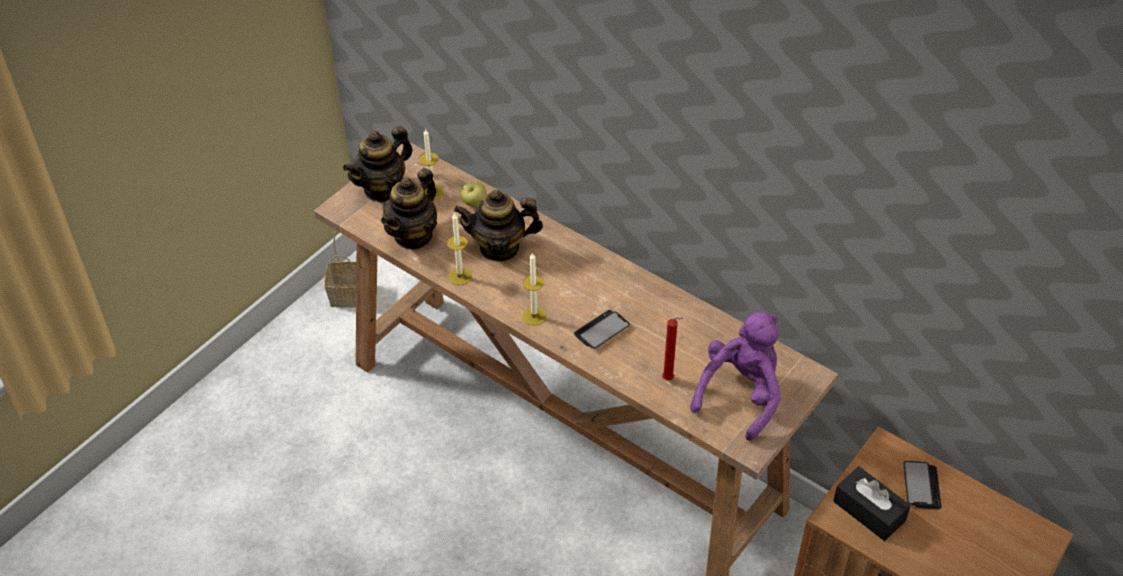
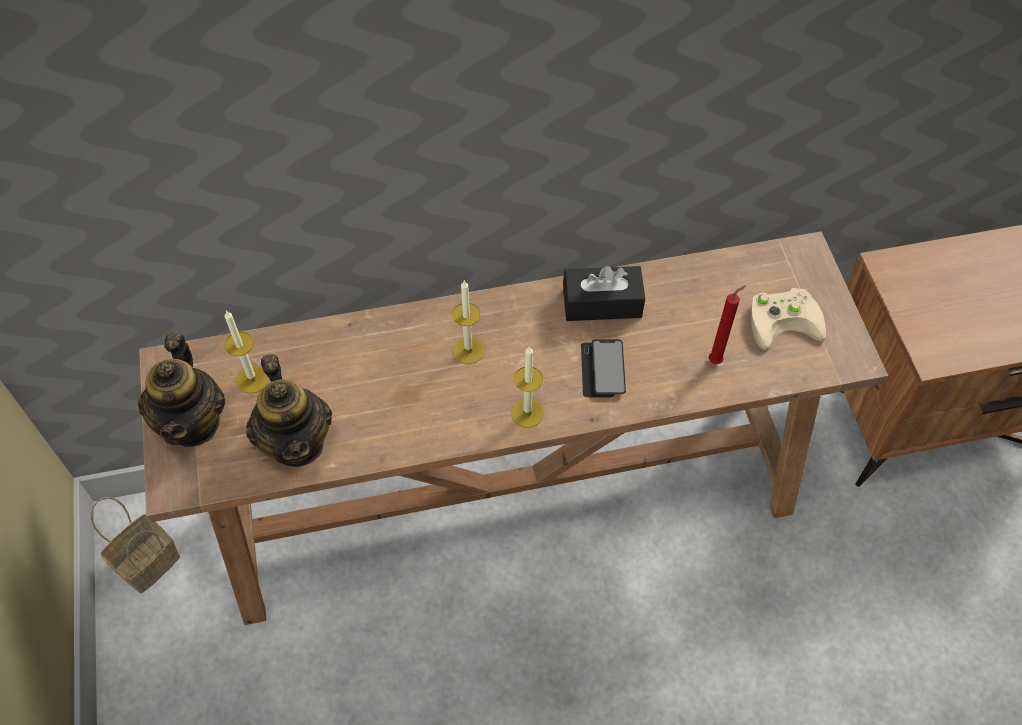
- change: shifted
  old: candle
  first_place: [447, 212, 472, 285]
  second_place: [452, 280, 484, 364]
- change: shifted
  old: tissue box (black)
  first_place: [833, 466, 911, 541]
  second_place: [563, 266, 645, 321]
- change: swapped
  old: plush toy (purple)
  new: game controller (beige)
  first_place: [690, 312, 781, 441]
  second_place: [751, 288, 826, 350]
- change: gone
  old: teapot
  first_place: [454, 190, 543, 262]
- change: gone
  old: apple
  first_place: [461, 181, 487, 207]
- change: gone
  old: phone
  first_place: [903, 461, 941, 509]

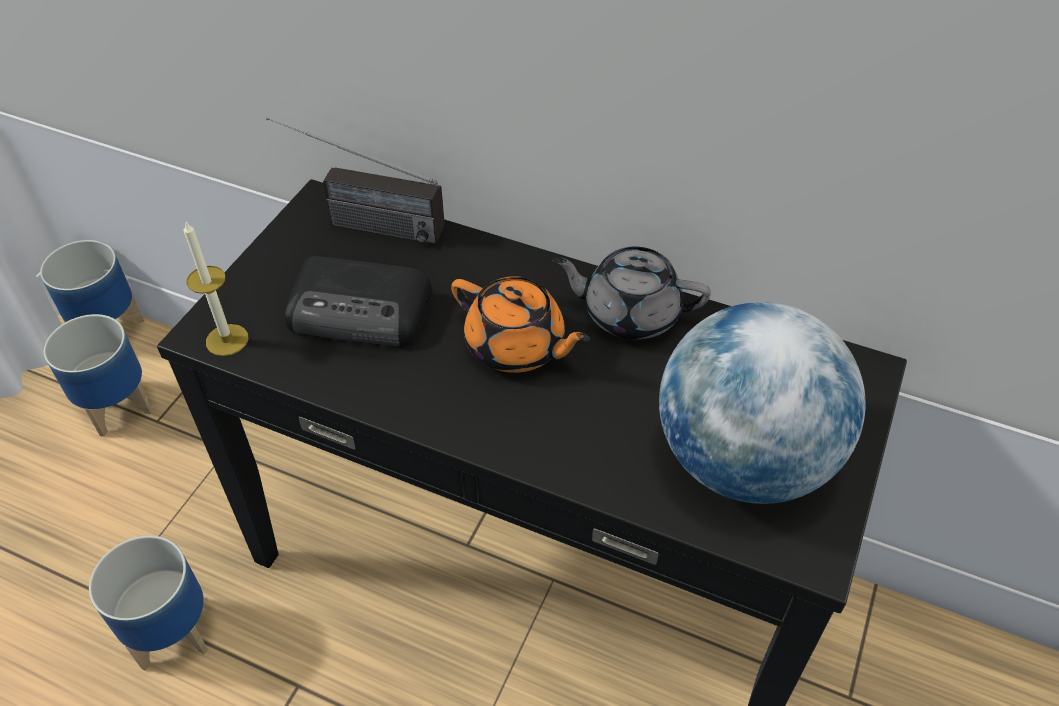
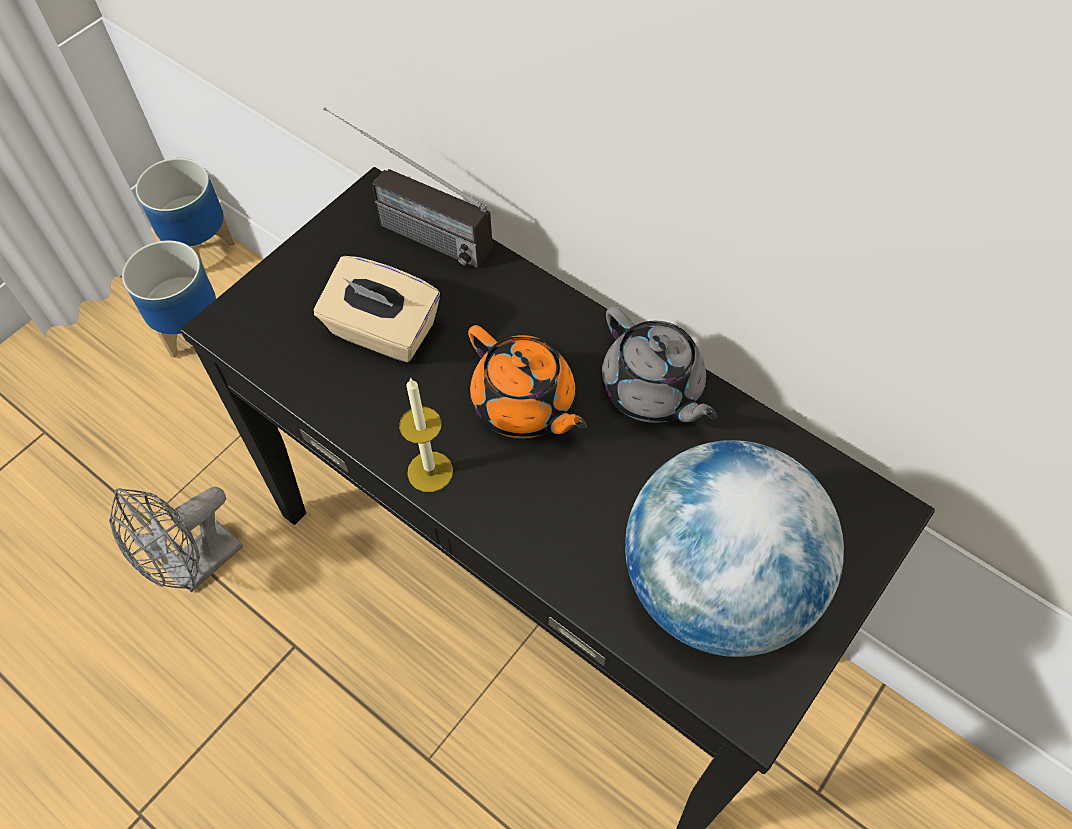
- change: swapped
  old: planter
  new: fan (grey)
  first_place: [89, 535, 208, 671]
  second_place: [109, 487, 243, 593]
- change: swapped
  old: radio
  new: tissue box (beige)
  first_place: [285, 256, 432, 347]
  second_place: [314, 256, 440, 362]
- change: shifted
  old: candle
  first_place: [184, 220, 248, 356]
  second_place: [399, 378, 453, 492]
- change: rotated
  old: teapot (grey)
  first_place: [553, 246, 711, 339]
  second_place: [601, 306, 717, 423]
  degrees: -150

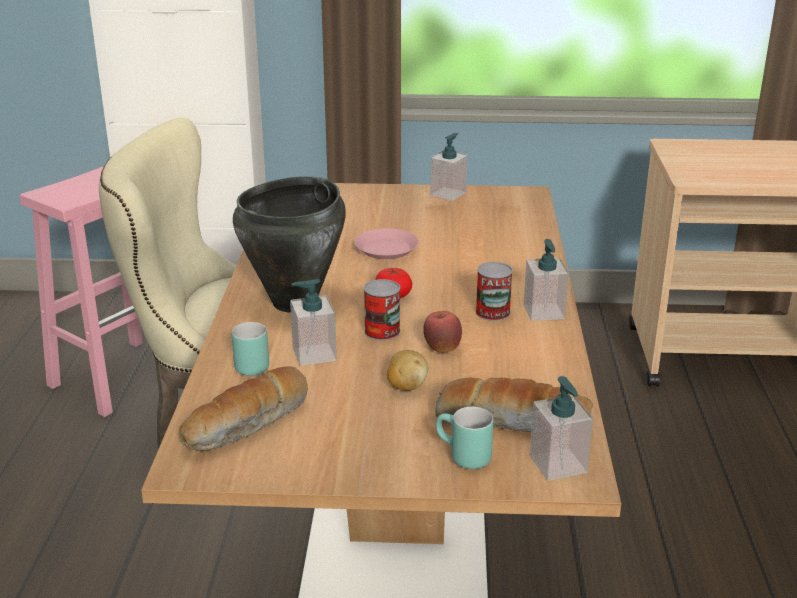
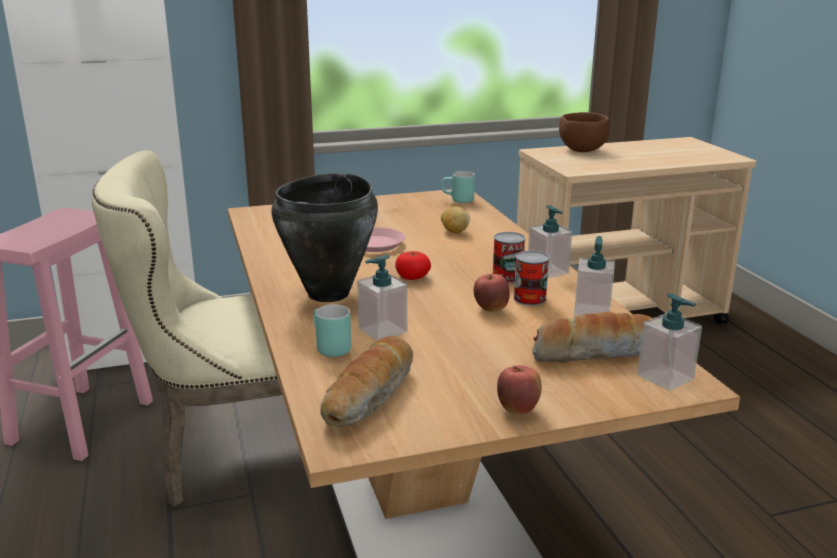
- change: shifted
  old: mug (turquoise)
  first_place: [436, 407, 493, 469]
  second_place: [441, 171, 475, 203]
- change: shifted
  old: potato
  first_place: [387, 350, 428, 391]
  second_place: [441, 206, 470, 233]
- change: new
  new: apple
  second_place: [497, 365, 542, 415]
- change: shifted
  old: can
  first_place: [364, 279, 400, 341]
  second_place: [513, 251, 549, 306]
- change: new
  new: bowl (brown)
  second_place: [559, 112, 610, 152]
- change: shifted
  old: soap dispenser
  first_place: [430, 133, 468, 201]
  second_place: [574, 236, 615, 317]

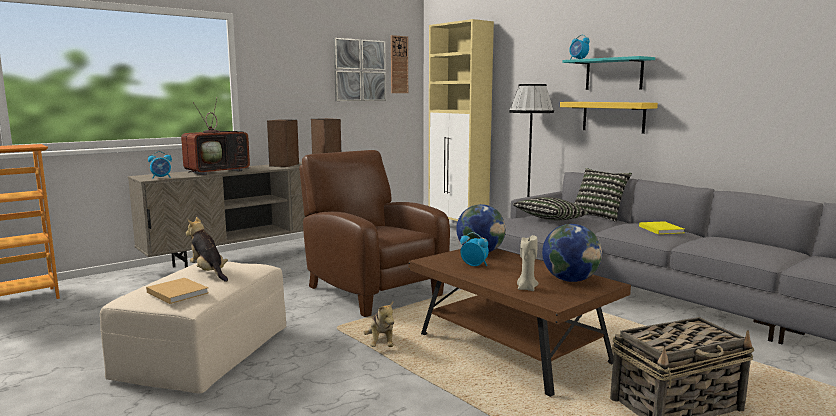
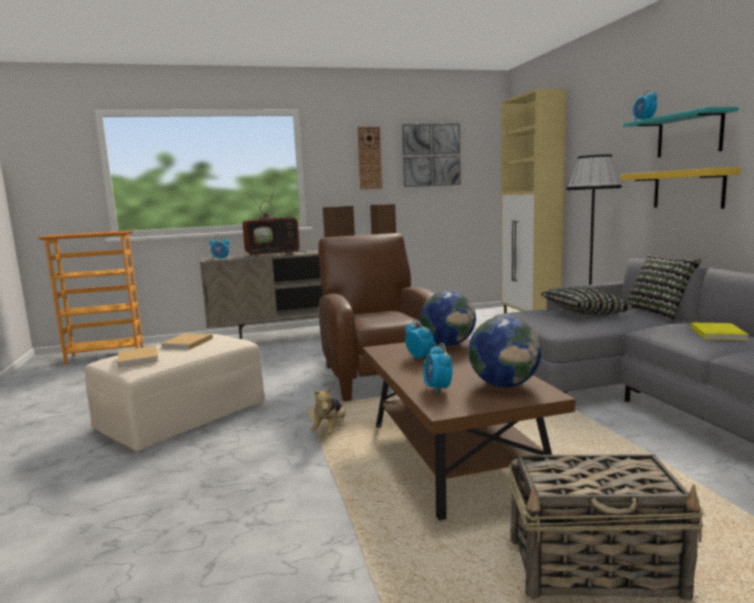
- change: swapped
  old: plush toy
  new: book (beige)
  first_place: [186, 217, 228, 282]
  second_place: [160, 333, 213, 350]
- change: shifted
  old: wall clock
  first_place: [391, 35, 408, 93]
  second_place: [357, 126, 382, 190]
- change: swapped
  old: candle (beige)
  new: alarm clock
  first_place: [517, 235, 538, 291]
  second_place: [423, 343, 453, 394]

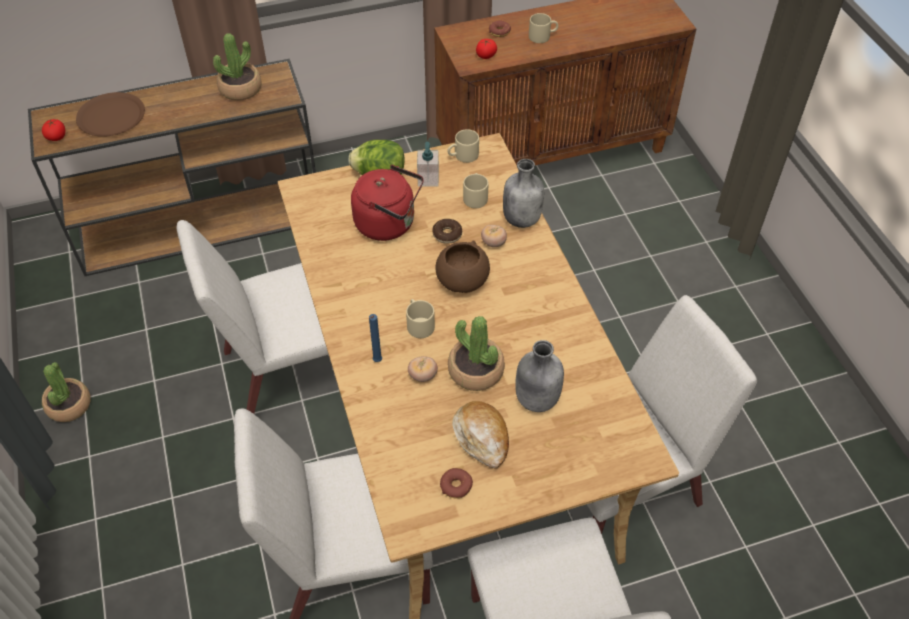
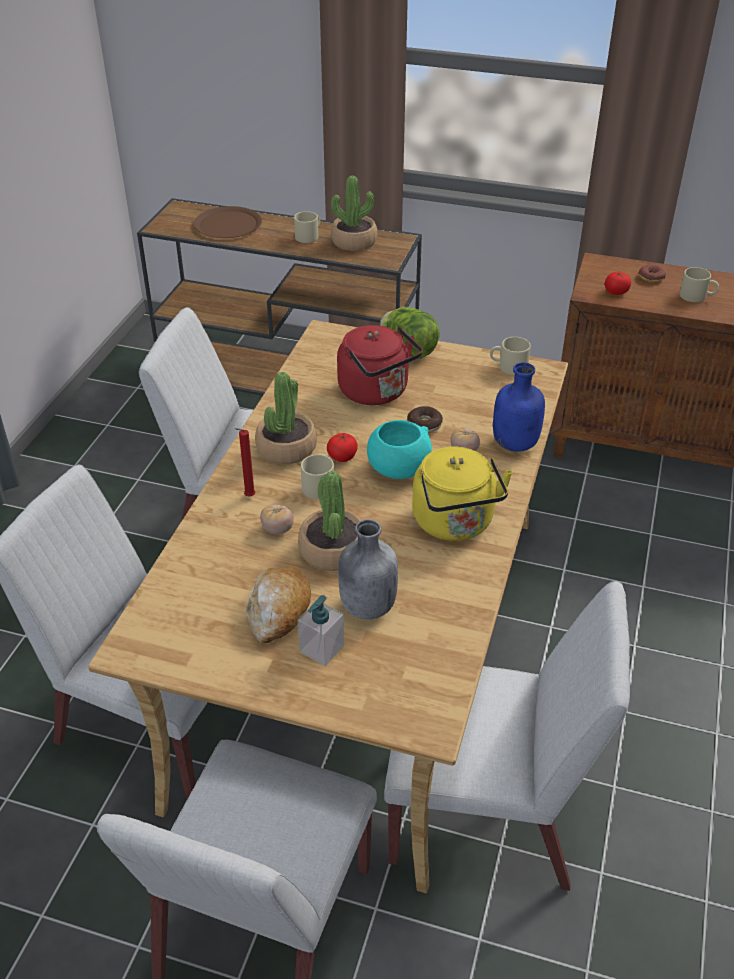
- change: repainted
  old: candle (blue)
  new: candle (red)
  first_place: [369, 314, 382, 362]
  second_place: [235, 428, 256, 496]
- change: shifted
  old: potted plant
  first_place: [42, 362, 91, 422]
  second_place: [255, 372, 317, 464]
- change: shifted
  old: mug (beige)
  first_place: [463, 173, 488, 208]
  second_place: [294, 211, 320, 243]
- change: shifted
  old: soap dispenser
  first_place: [417, 142, 439, 187]
  second_place: [297, 595, 344, 666]
- change: shifted
  old: tomato
  first_place: [42, 119, 65, 141]
  second_place: [327, 432, 358, 462]
- change: repainted
  old: bowl (brown)
  new: bowl (turquoise)
  first_place: [435, 240, 490, 293]
  second_place: [367, 420, 432, 479]
- change: new
  new: kettle (yellow)
  second_place: [412, 446, 513, 541]
- change: repainted
  old: bottle (grey)
  new: bottle (blue)
  first_place: [503, 159, 544, 228]
  second_place: [493, 362, 545, 451]
- change: gone
  old: donut
  first_place: [440, 468, 473, 499]

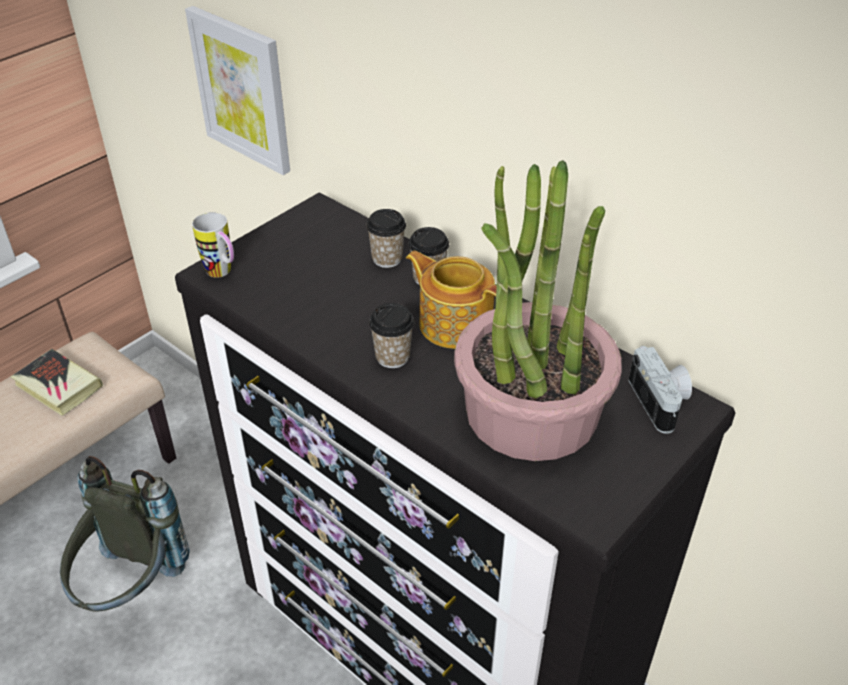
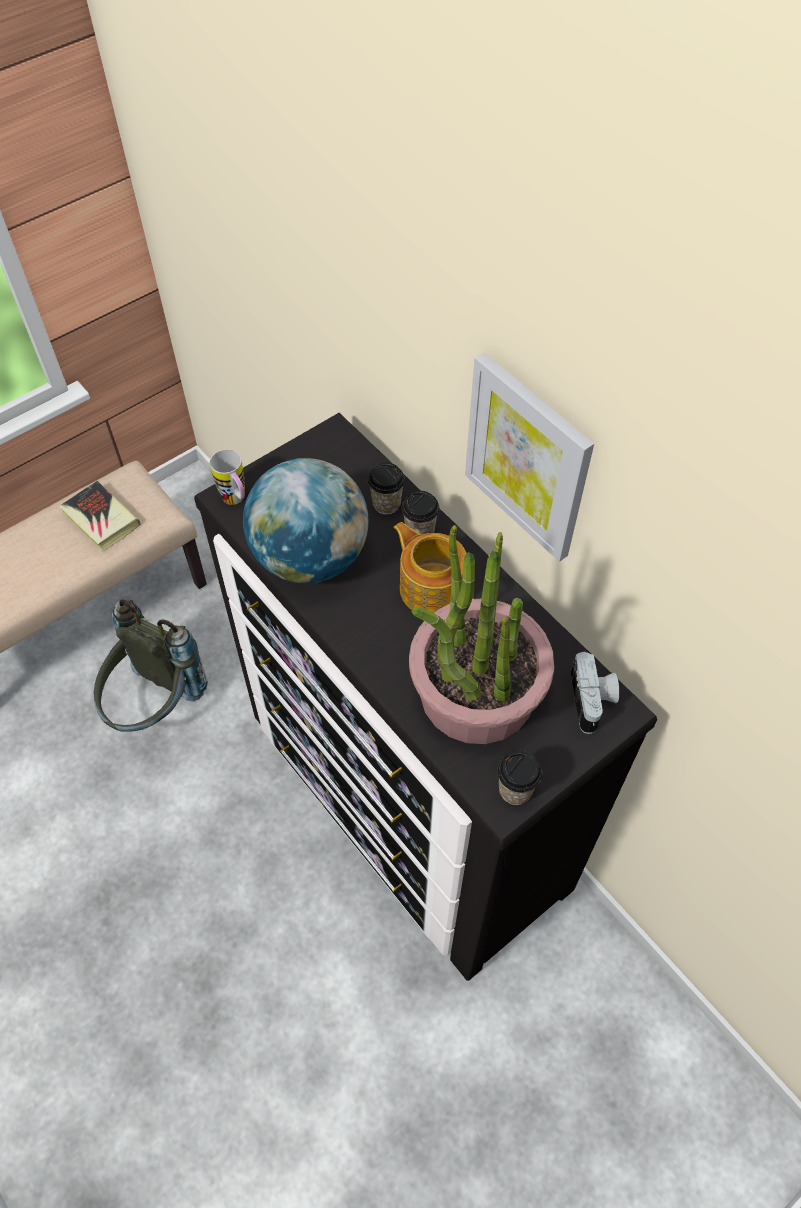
- change: new
  new: globe
  second_place: [243, 458, 368, 583]
- change: shifted
  old: picture
  first_place: [185, 6, 290, 175]
  second_place: [465, 353, 594, 562]
- change: shifted
  old: cup
  first_place: [369, 303, 414, 368]
  second_place: [498, 751, 542, 805]

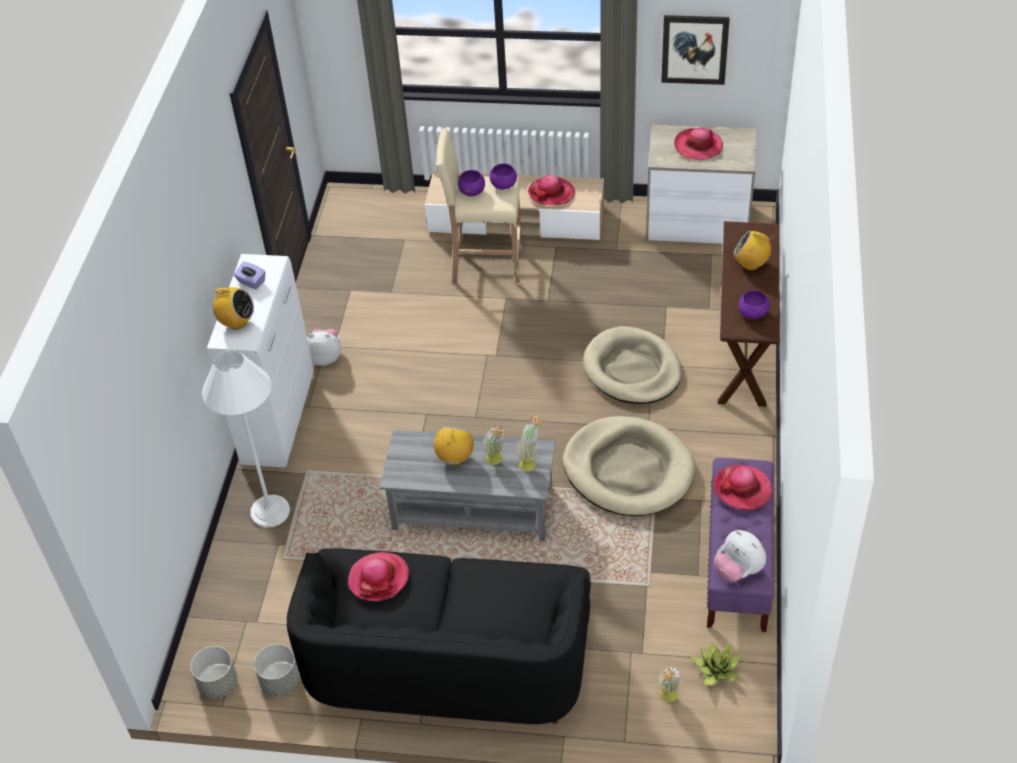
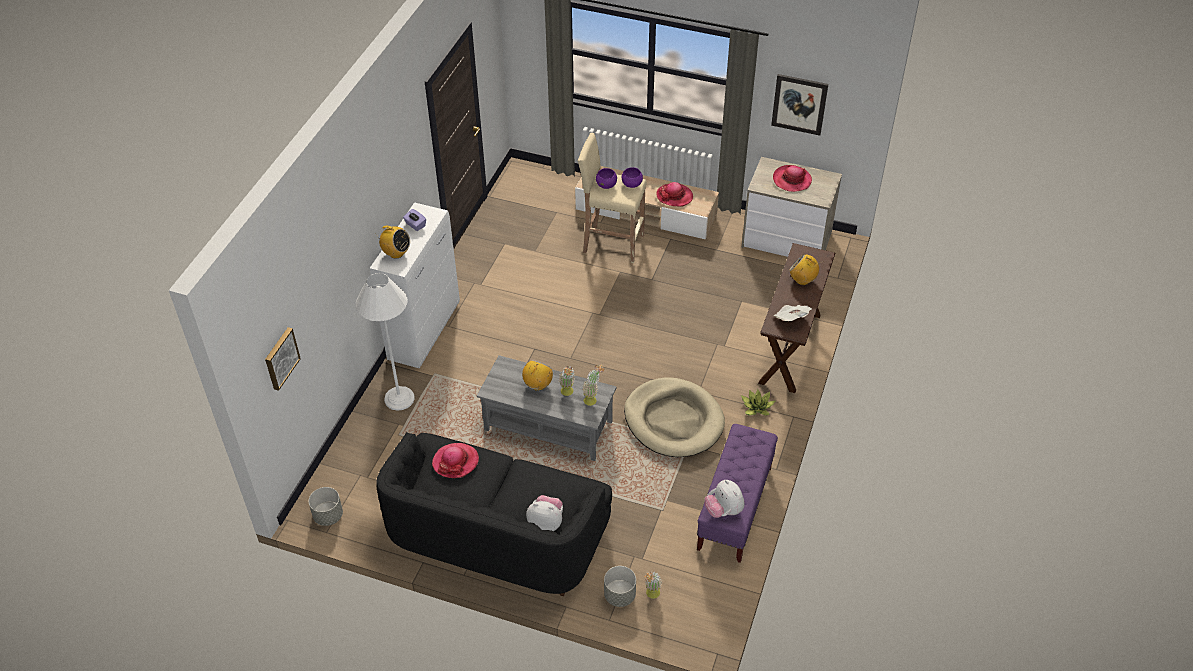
- change: new
  new: picture
  second_place: [265, 327, 301, 391]
- change: shifted
  old: plush toy
  first_place: [307, 329, 341, 366]
  second_place: [526, 495, 563, 531]
- change: shifted
  old: planter (grey)
  first_place: [254, 644, 300, 696]
  second_place: [604, 566, 636, 607]
- change: shifted
  old: potted plant
  first_place: [691, 642, 742, 686]
  second_place: [741, 389, 775, 416]
- change: swapped
  old: bowl (purple)
  new: newspaper
  first_place: [739, 290, 770, 319]
  second_place: [774, 305, 812, 321]
- change: gone
  old: dog bed (beige)
  first_place: [583, 326, 682, 404]
- change: gone
  old: hat
  first_place: [713, 464, 772, 510]

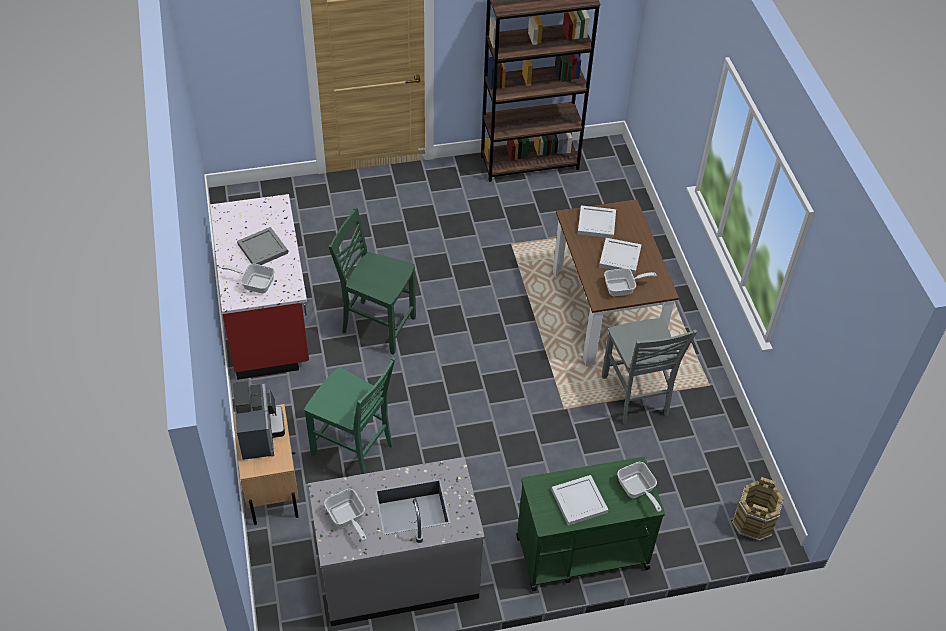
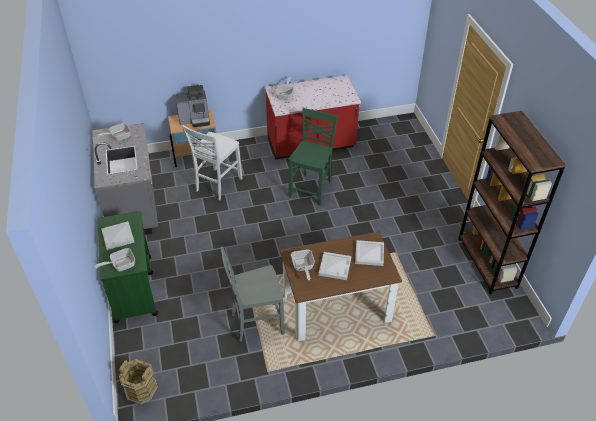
- change: repainted
  old: chair (green)
  new: chair (white)
  first_place: [304, 357, 396, 474]
  second_place: [182, 125, 242, 200]
- change: gone
  old: tray (grey)
  first_place: [237, 227, 288, 265]

